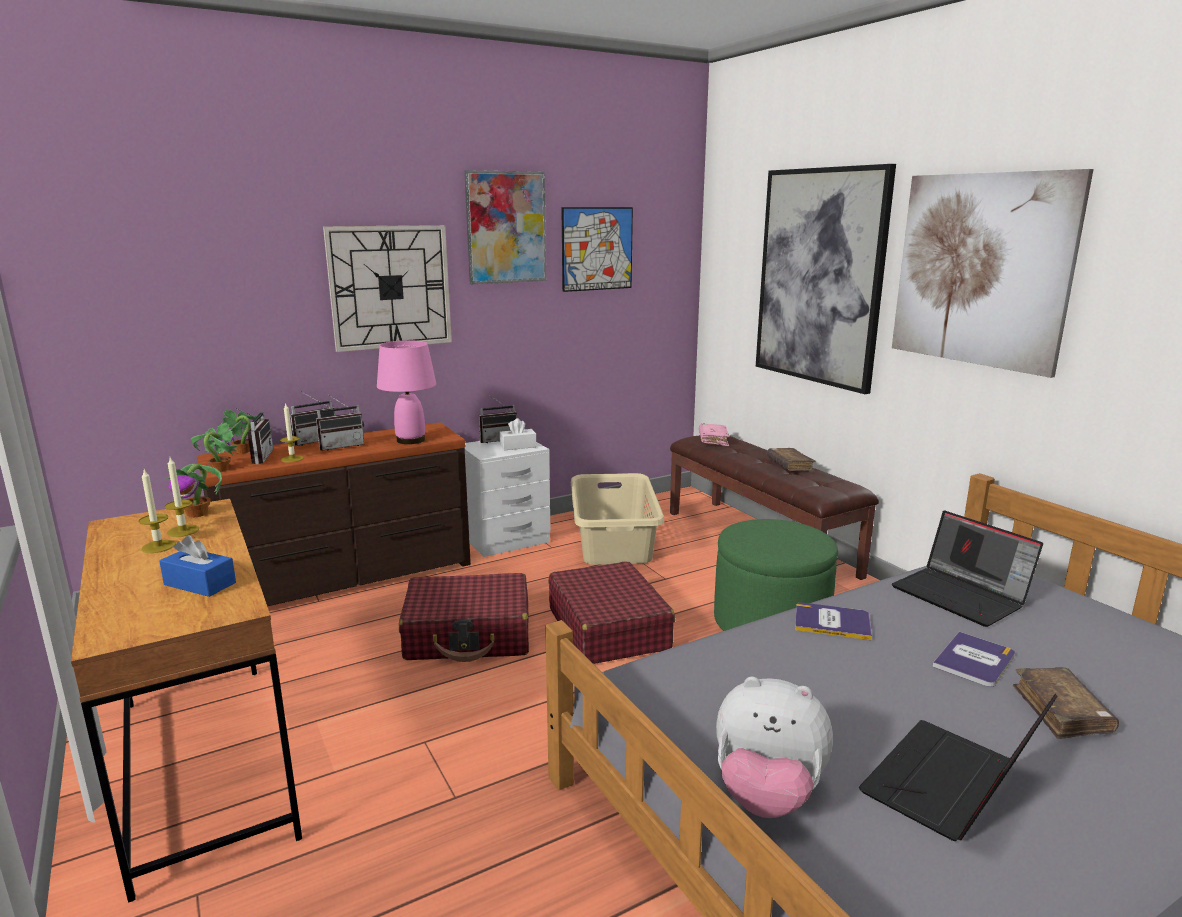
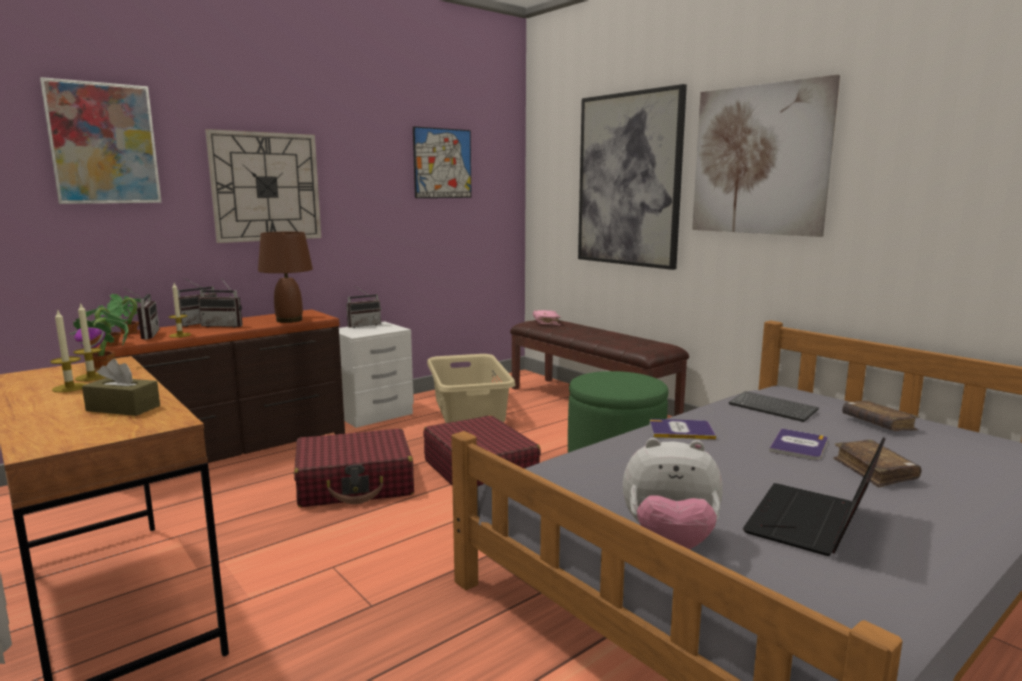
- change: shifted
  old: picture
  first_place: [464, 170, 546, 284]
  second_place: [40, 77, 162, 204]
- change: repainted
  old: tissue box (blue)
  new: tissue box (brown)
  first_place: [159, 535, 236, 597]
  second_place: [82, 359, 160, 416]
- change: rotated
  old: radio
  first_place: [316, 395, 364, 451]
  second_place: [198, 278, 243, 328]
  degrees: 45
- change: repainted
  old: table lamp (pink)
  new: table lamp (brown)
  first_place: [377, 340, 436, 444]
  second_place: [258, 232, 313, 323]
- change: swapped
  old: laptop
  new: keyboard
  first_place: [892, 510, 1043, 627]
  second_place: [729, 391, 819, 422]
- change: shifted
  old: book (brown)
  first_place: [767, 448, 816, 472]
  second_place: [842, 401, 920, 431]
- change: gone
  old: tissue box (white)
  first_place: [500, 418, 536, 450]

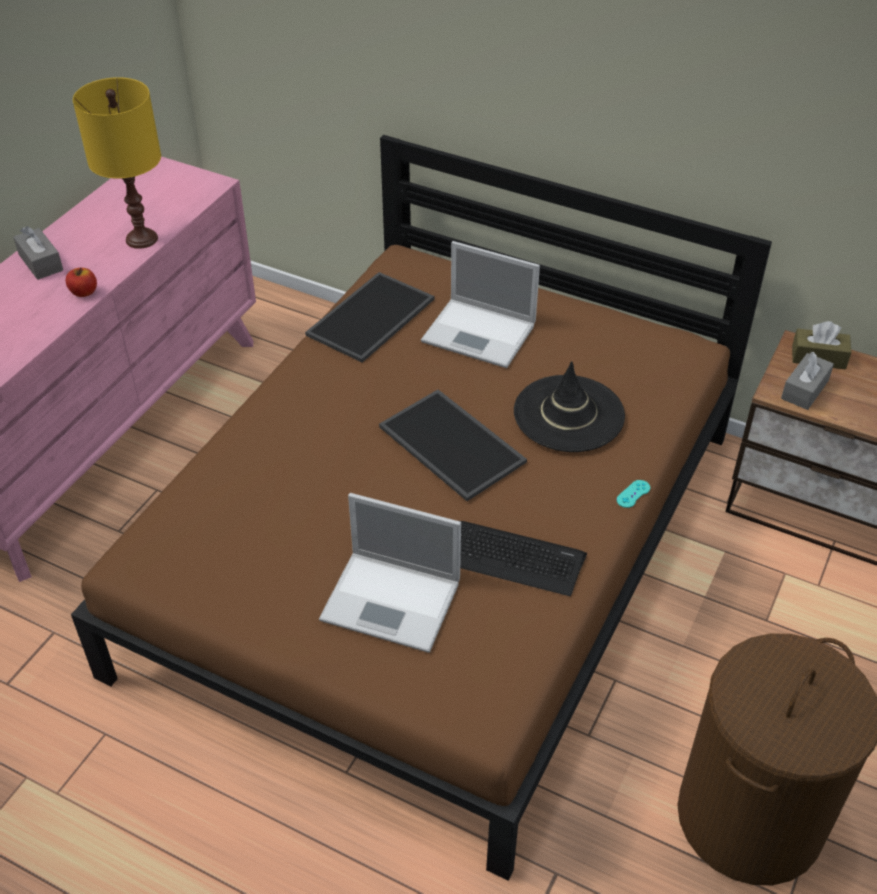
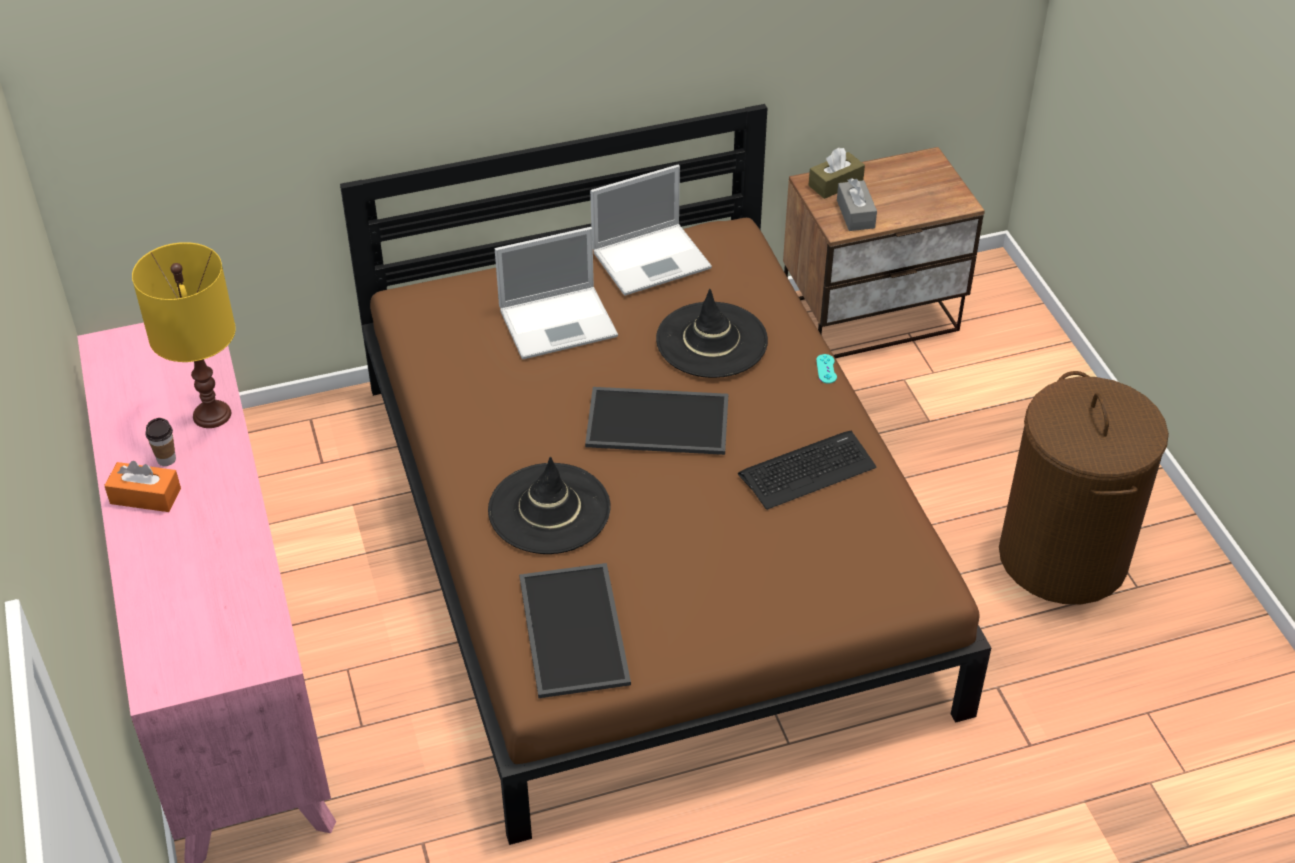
- change: repainted
  old: tissue box (grey)
  new: tissue box (orange)
  first_place: [13, 226, 63, 280]
  second_place: [104, 461, 181, 512]
- change: new
  new: cup
  second_place: [145, 418, 176, 466]
- change: new
  new: hat (black)
  second_place: [488, 457, 611, 554]
- change: shifted
  old: tray
  first_place: [305, 272, 434, 362]
  second_place: [519, 563, 631, 698]
- change: shifted
  old: laptop
  first_place: [319, 493, 461, 653]
  second_place: [590, 165, 712, 296]
- change: gone
  old: apple
  first_place: [66, 267, 97, 297]

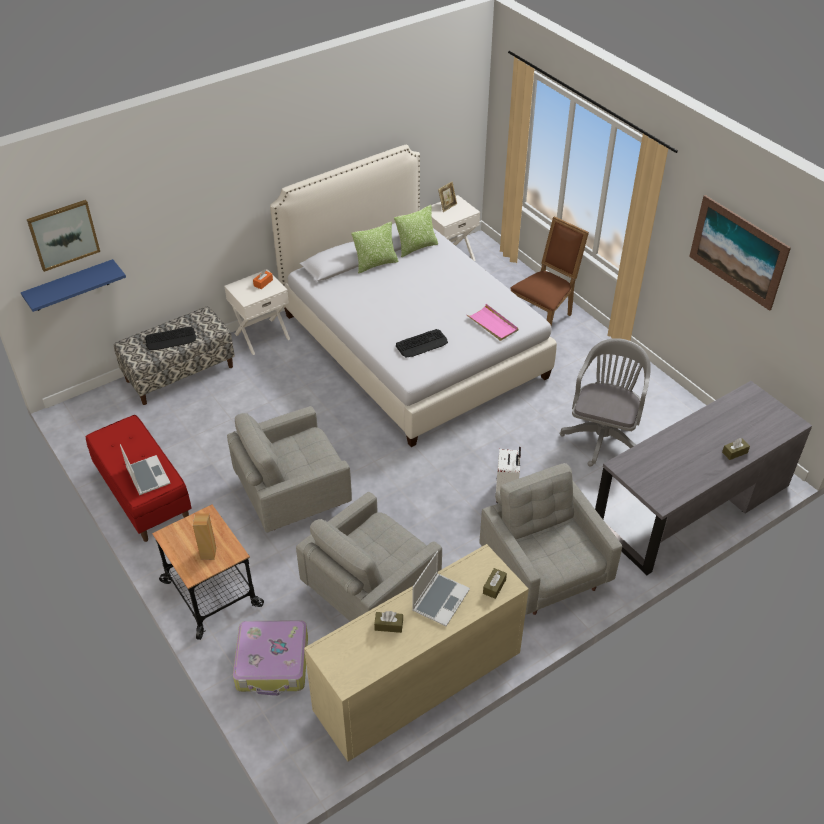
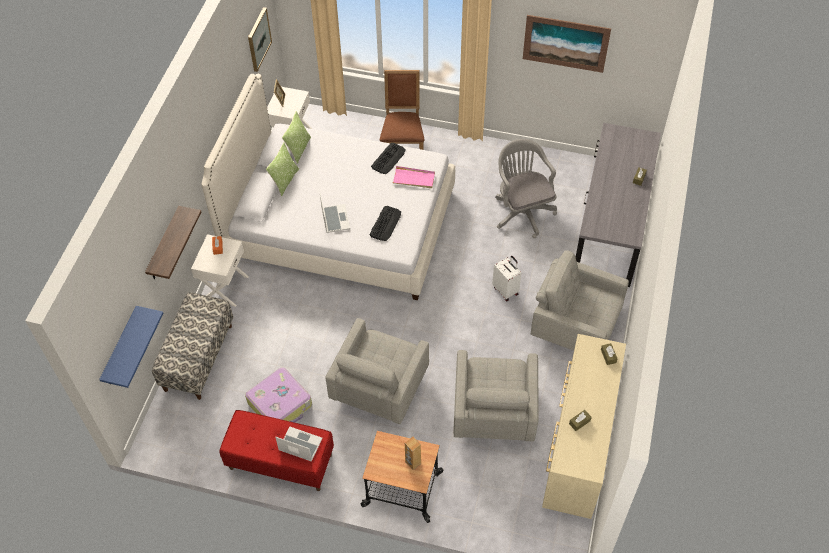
- change: new
  new: shelf
  second_place: [145, 206, 201, 279]
- change: shifted
  old: suitcase
  first_place: [233, 620, 308, 696]
  second_place: [245, 367, 312, 423]
- change: shifted
  old: picture
  first_place: [27, 200, 100, 272]
  second_place: [248, 7, 272, 72]
- change: shifted
  old: laptop
  first_place: [412, 551, 470, 626]
  second_place: [320, 193, 350, 233]
- change: shifted
  old: keyboard
  first_place: [145, 327, 196, 350]
  second_place: [371, 143, 406, 174]

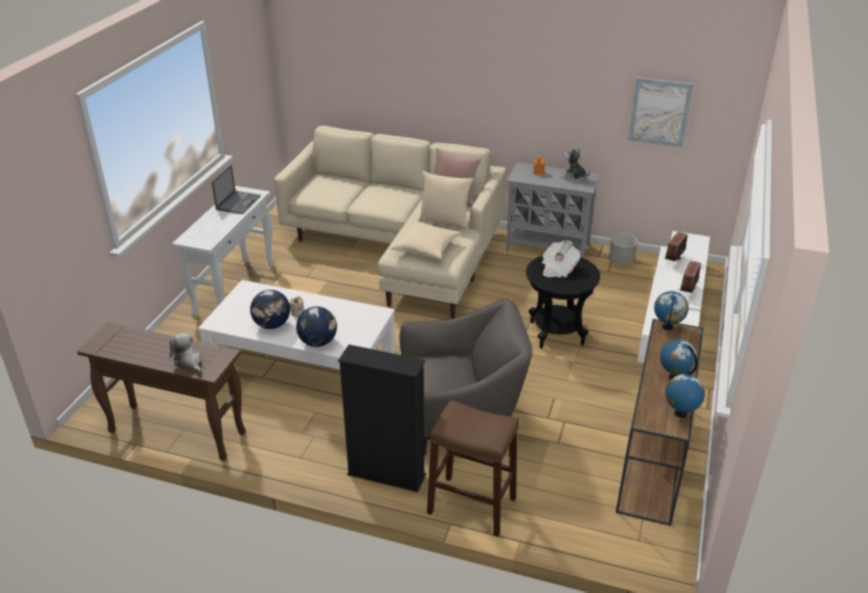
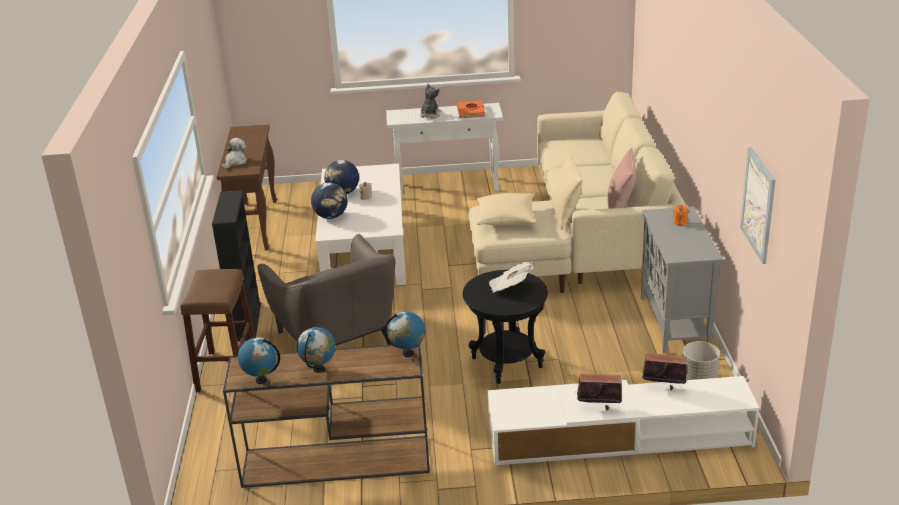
- change: shifted
  old: plush toy
  first_place: [561, 148, 590, 183]
  second_place: [420, 84, 441, 119]
- change: swapped
  old: laptop
  new: book (orange)
  first_place: [211, 165, 261, 214]
  second_place: [457, 100, 485, 118]

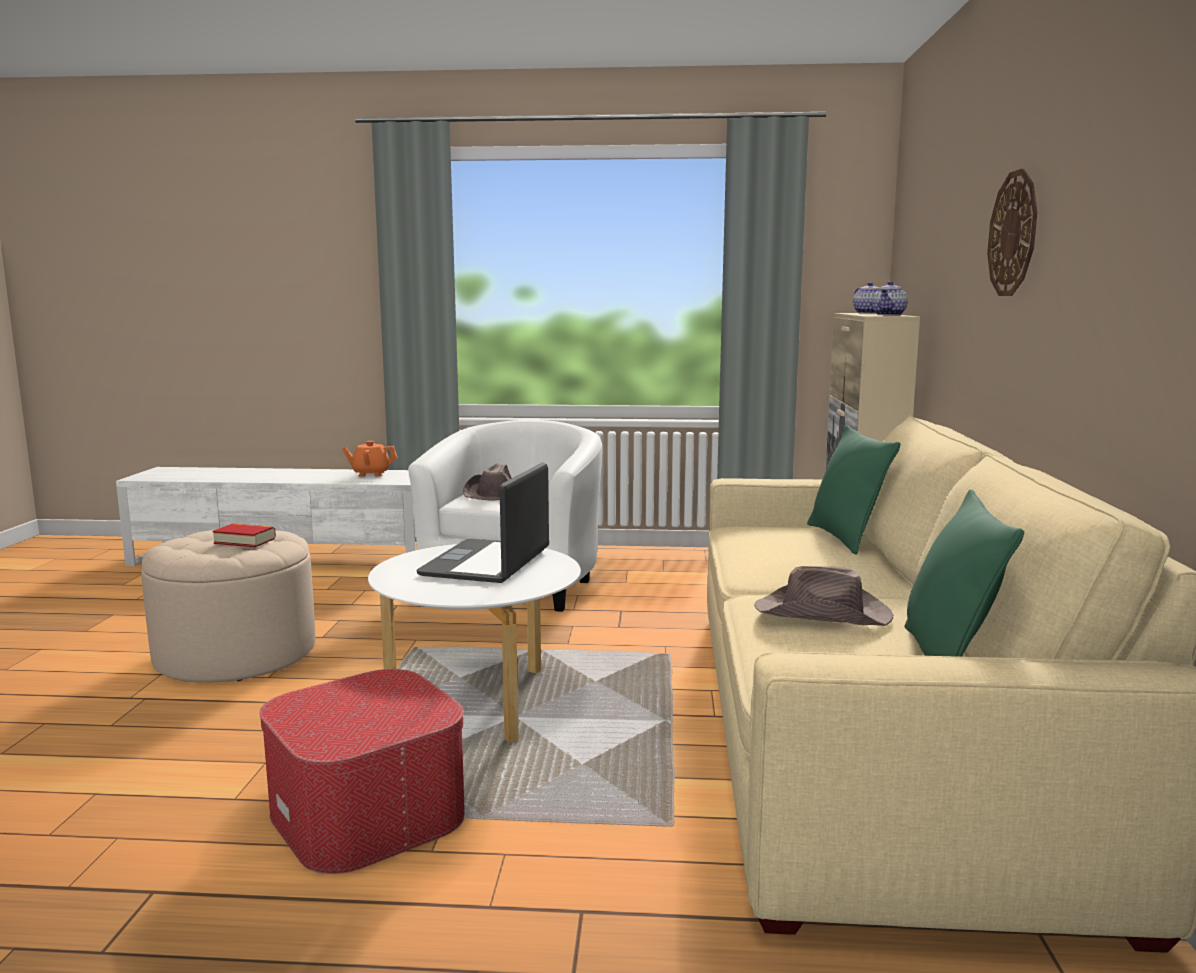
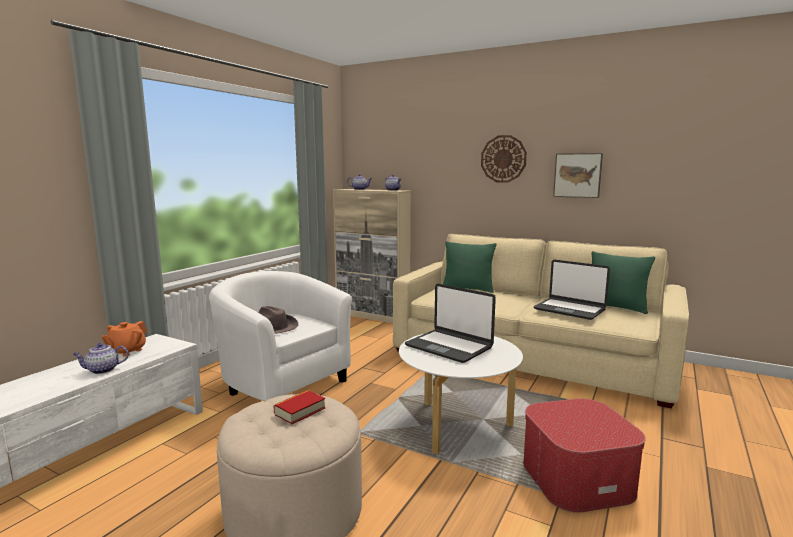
- change: new
  new: teapot
  second_place: [73, 343, 129, 374]
- change: swapped
  old: hat (brown)
  new: laptop
  first_place: [754, 566, 893, 626]
  second_place: [534, 260, 610, 320]
- change: new
  new: picture
  second_place: [553, 153, 603, 198]

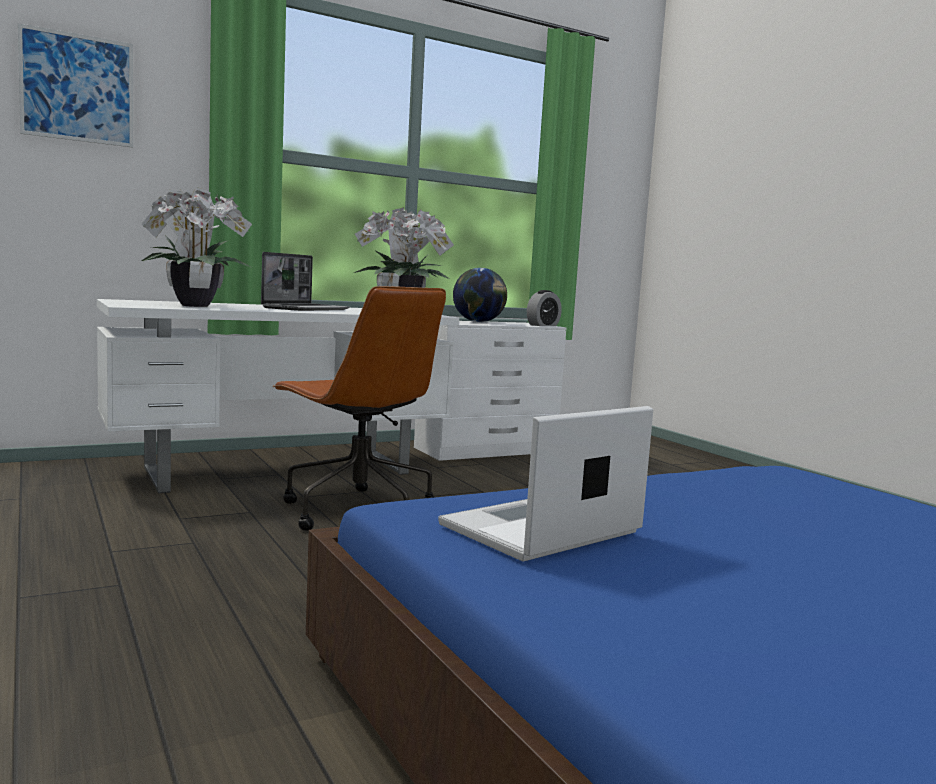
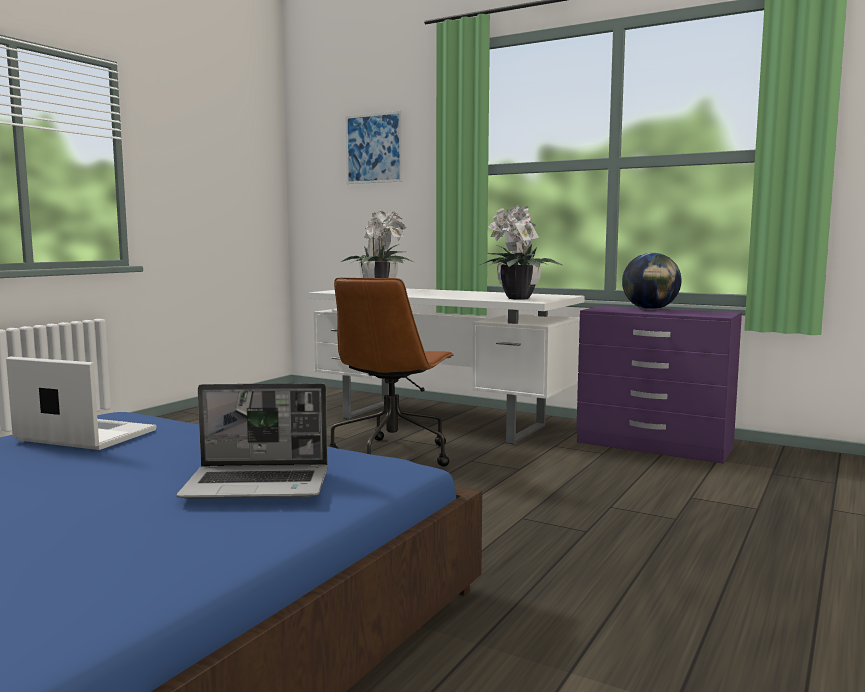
- change: shifted
  old: laptop
  first_place: [261, 252, 350, 311]
  second_place: [177, 383, 328, 499]
- change: repainted
  old: dresser (white)
  new: dresser (purple)
  first_place: [414, 321, 566, 461]
  second_place: [576, 306, 742, 464]
- change: gone
  old: alarm clock
  first_place: [527, 290, 562, 326]

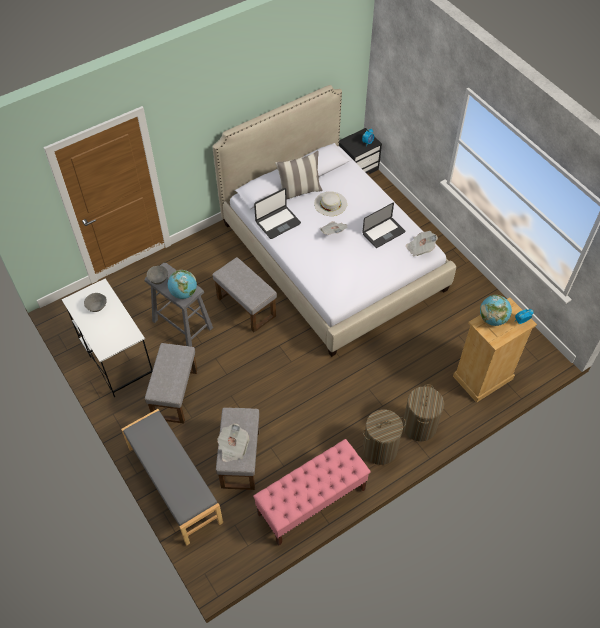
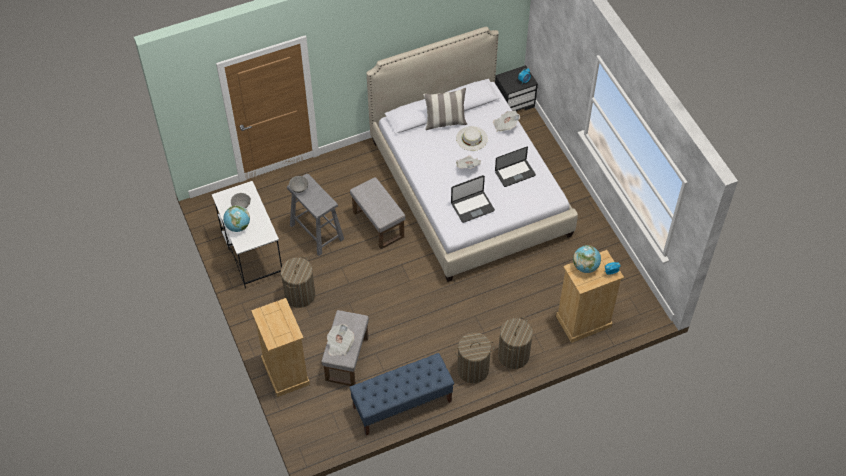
- change: shifted
  old: globe
  first_place: [168, 270, 197, 299]
  second_place: [223, 205, 250, 232]
- change: swapped
  old: bench (grey)
  new: dresser (beige)
  first_place: [121, 409, 223, 546]
  second_place: [251, 298, 310, 397]
- change: swapped
  old: ottoman (grey)
  new: laundry basket
  first_place: [145, 343, 198, 424]
  second_place: [281, 256, 315, 308]
- change: repainted
  old: bench (pink)
  new: bench (blue)
  first_place: [253, 439, 371, 546]
  second_place: [349, 353, 454, 435]
- change: shifted
  old: laptop
  first_place: [254, 188, 301, 239]
  second_place: [451, 175, 495, 223]
- change: shifted
  old: newspaper
  first_place: [406, 231, 438, 257]
  second_place: [493, 111, 520, 132]

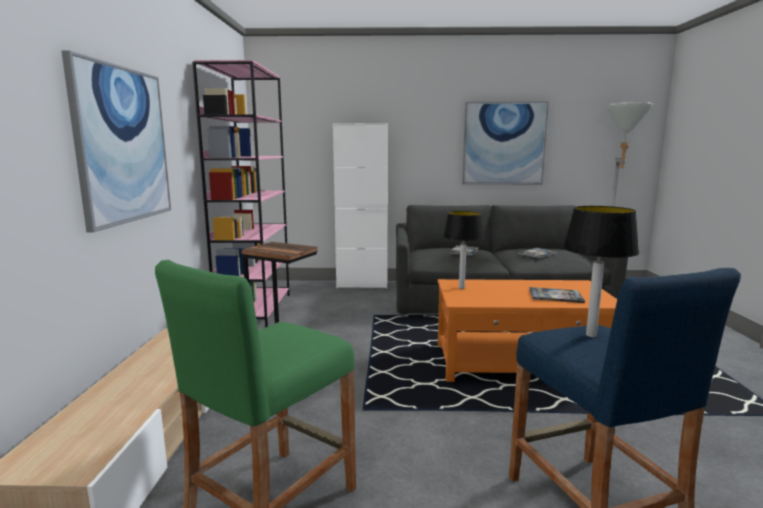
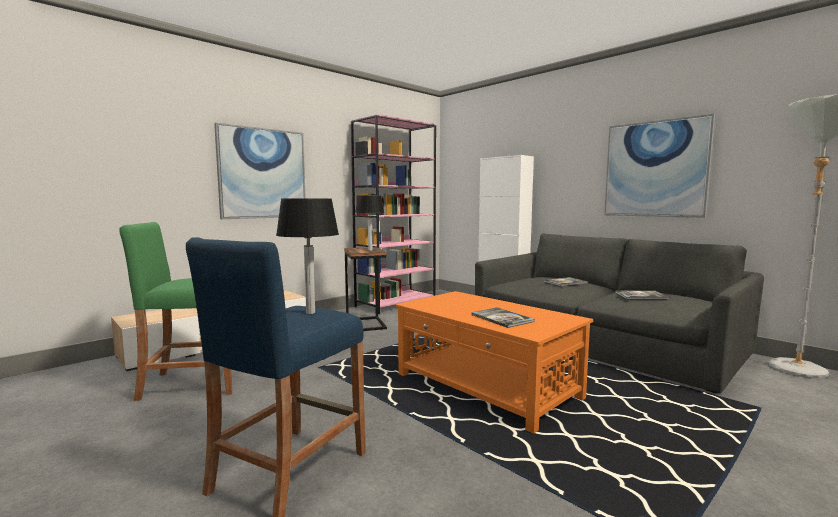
- change: shifted
  old: table lamp
  first_place: [443, 211, 484, 289]
  second_place: [355, 195, 384, 251]

